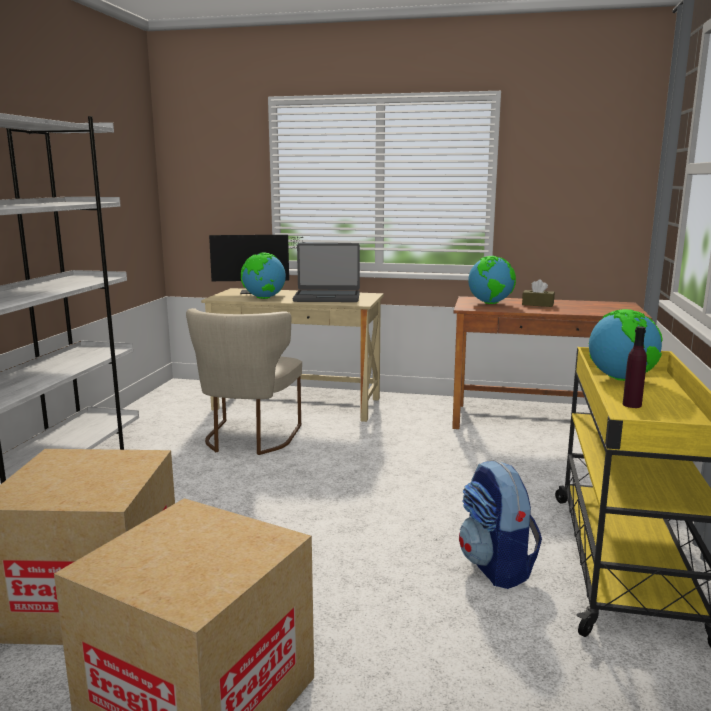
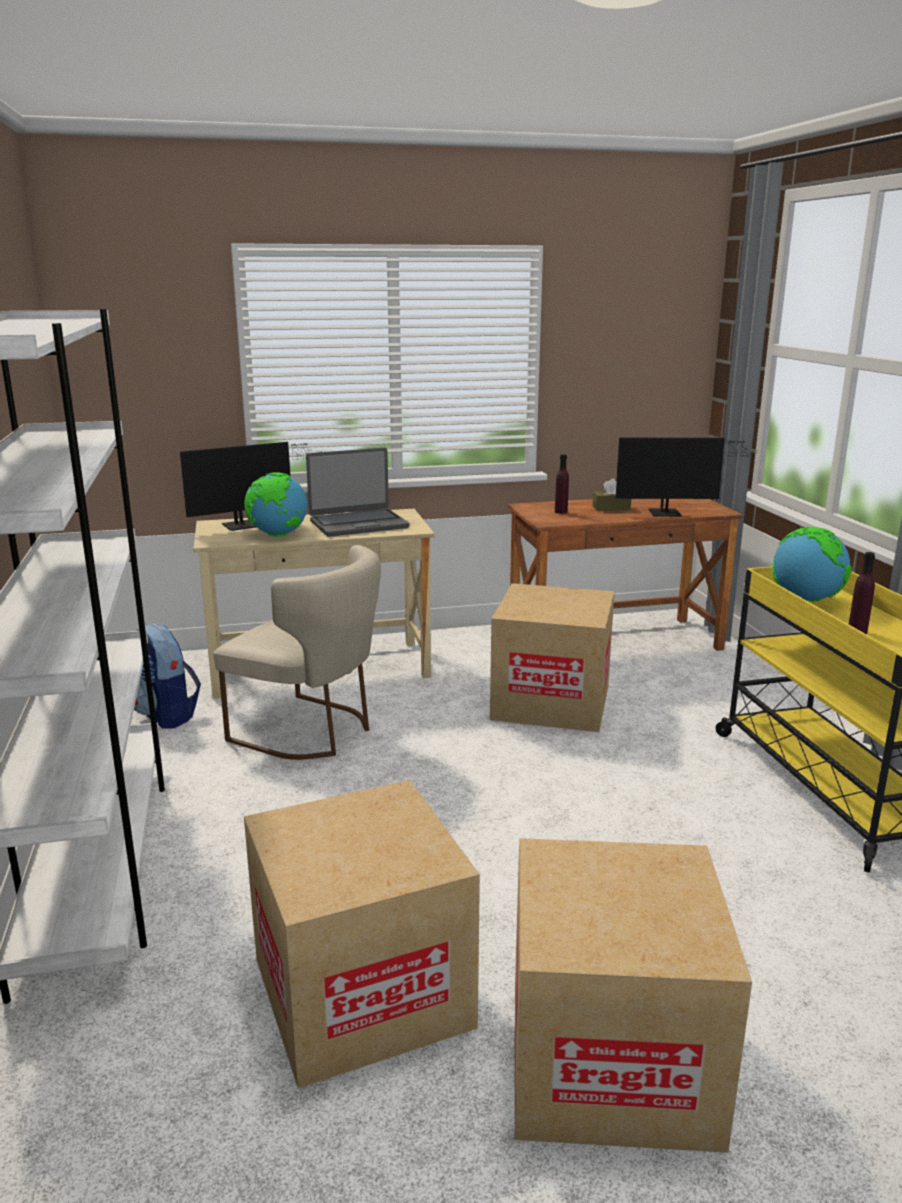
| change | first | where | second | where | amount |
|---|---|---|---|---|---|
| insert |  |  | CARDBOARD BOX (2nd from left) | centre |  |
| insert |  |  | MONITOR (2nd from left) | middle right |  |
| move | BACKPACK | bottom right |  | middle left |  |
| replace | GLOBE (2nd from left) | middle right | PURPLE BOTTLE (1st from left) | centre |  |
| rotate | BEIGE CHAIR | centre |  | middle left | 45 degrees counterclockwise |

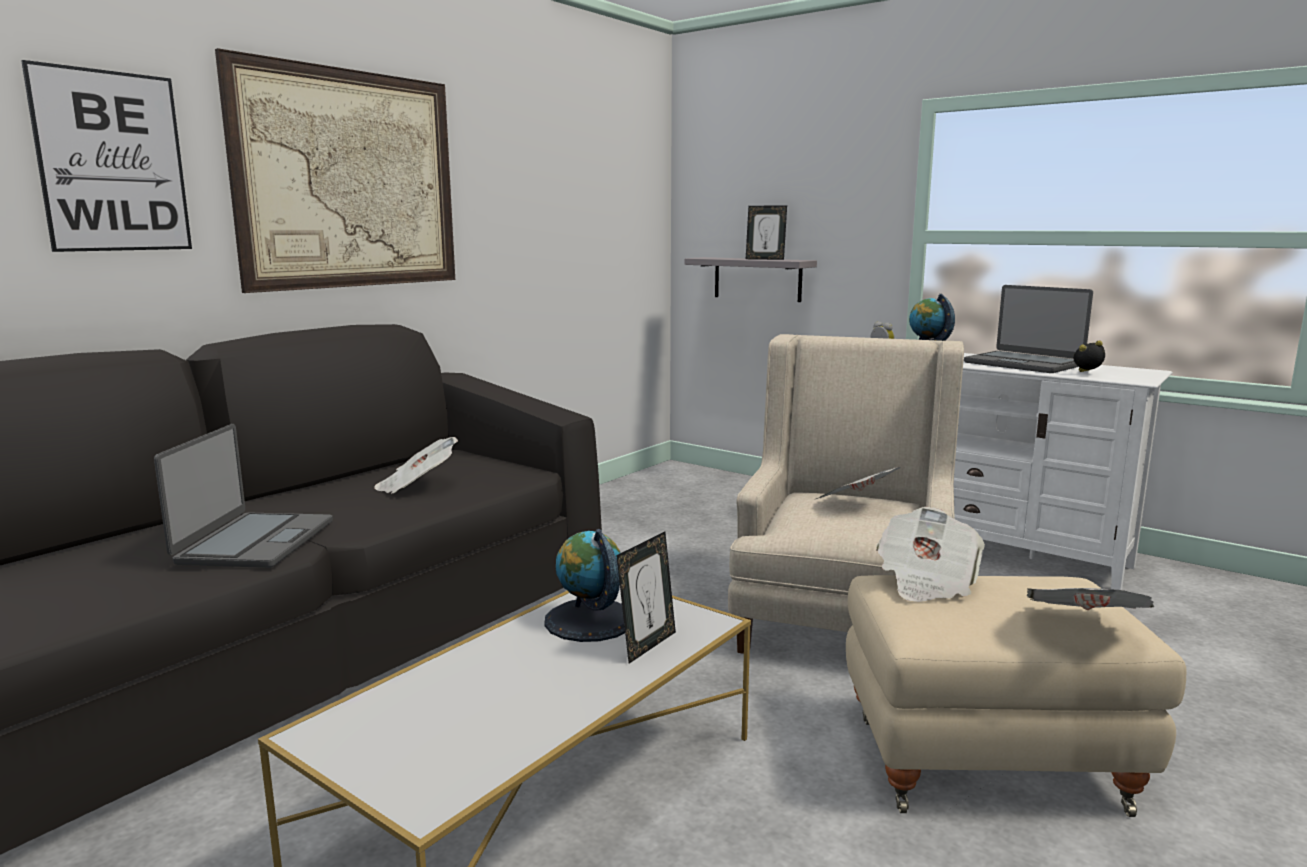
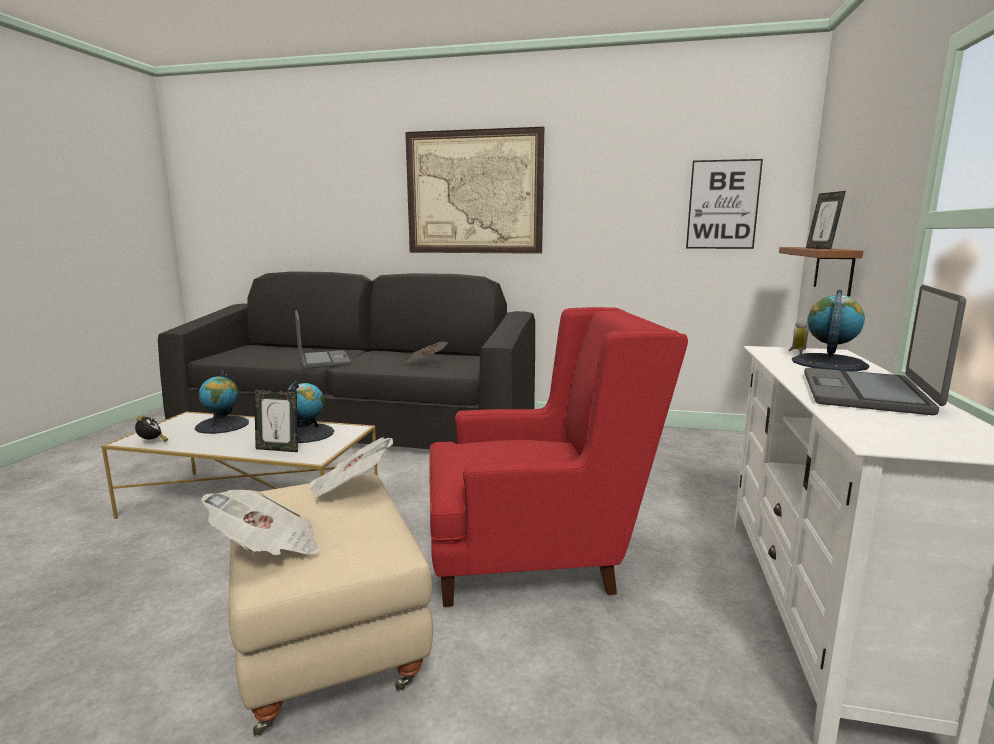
| change | first | where | second | where | amount |
|---|---|---|---|---|---|
| delete | NEWSPAPER (2nd from left) | centre |  |  |  |
| insert |  |  | GLOBE (1st from left) | middle left |  |
| move | PICTURE (1st from left in the first image) | top left | PICTURE (2nd from left) | top right |  |
| move | ALARM CLOCK (2nd from left in the first image) | middle right | ALARM CLOCK (1st from left) | middle left |  |
| recolor | GREY SHELF | top centre | BROWN SHELF | middle right |  |
| recolor | BEIGE ARMCHAIR | centre | RED ARMCHAIR | centre |  |
| rotate | LAPTOP (1st from left) | middle left |  | middle left | 90 degrees counterclockwise |

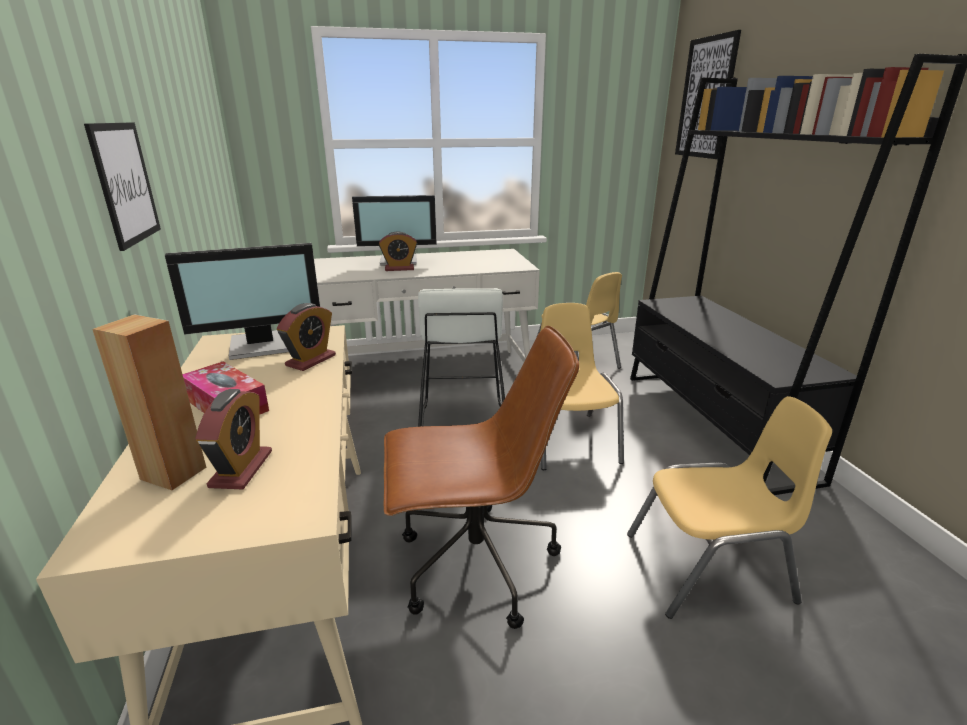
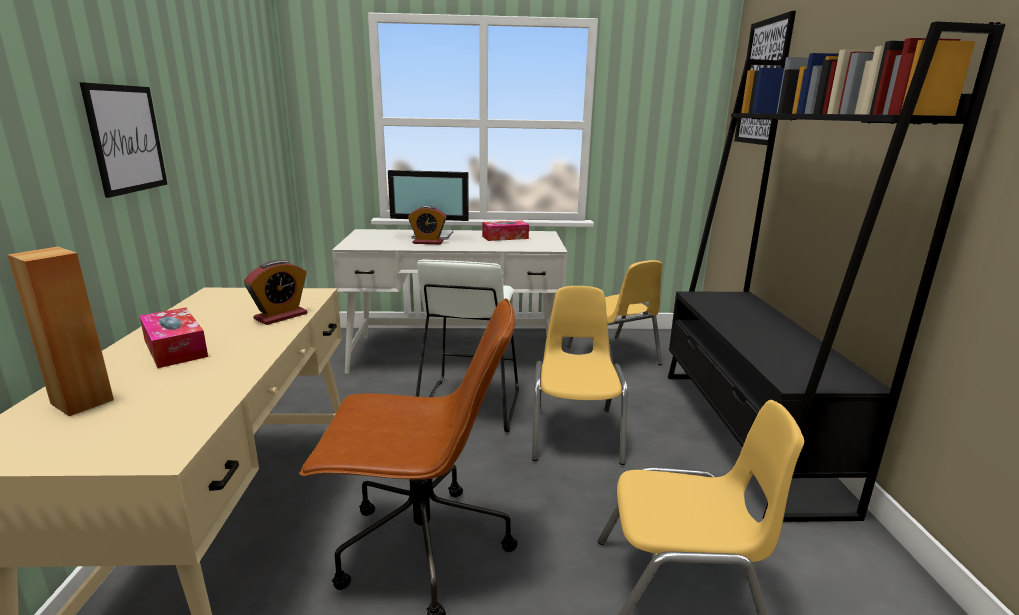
| change | first | where | second | where | amount |
|---|---|---|---|---|---|
| delete | MONITOR (1st from left) | middle left |  |  |  |
| delete | ALARM CLOCK (1st from left) | middle left |  |  |  |
| insert |  |  | TISSUE BOX (2nd from left) | centre |  |

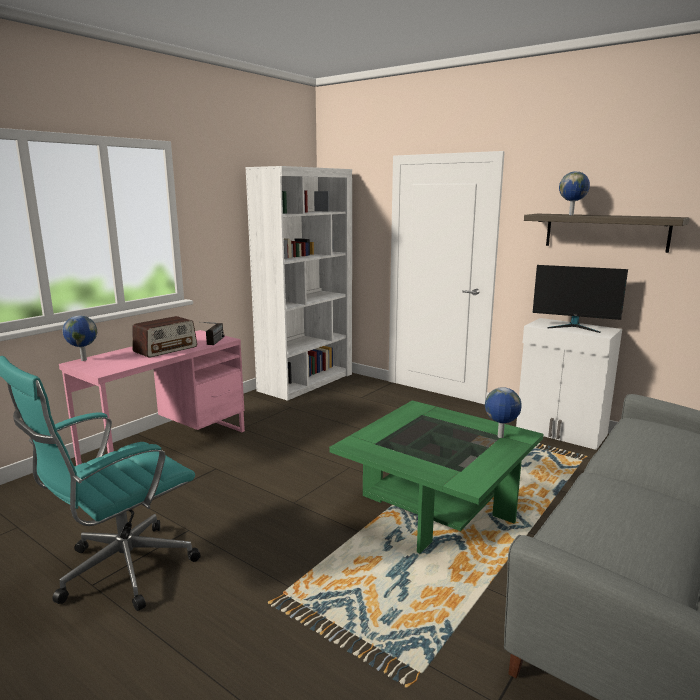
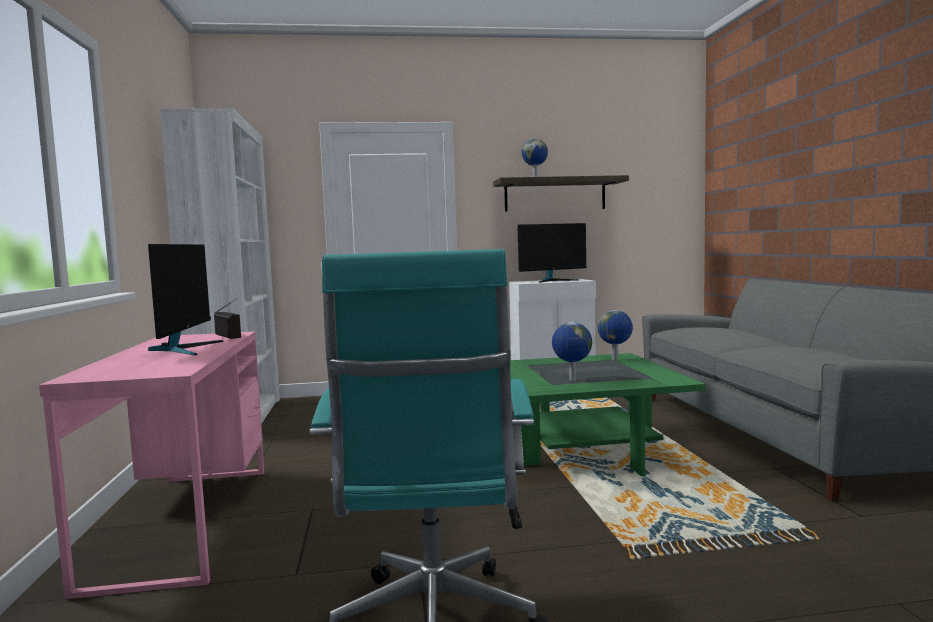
| change | first | where | second | where | amount |
|---|---|---|---|---|---|
| move | GLOBE (1st from left in the first image) | middle left | GLOBE (2nd from left) | centre |  |
| replace | RADIO (1st from left) | middle left | MONITOR (1st from left) | middle left |  |

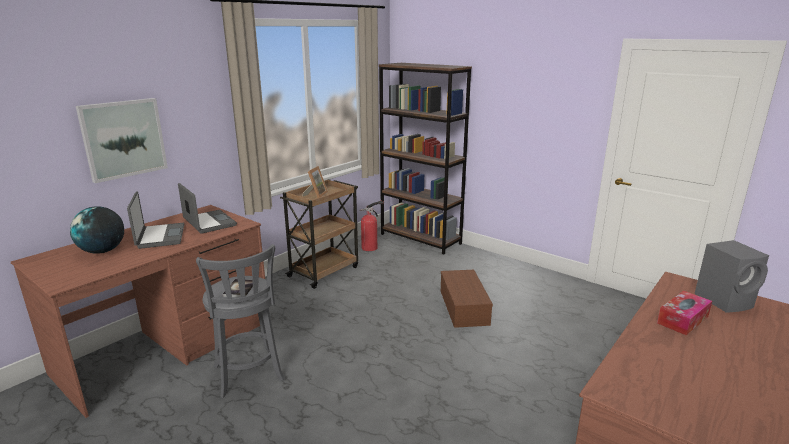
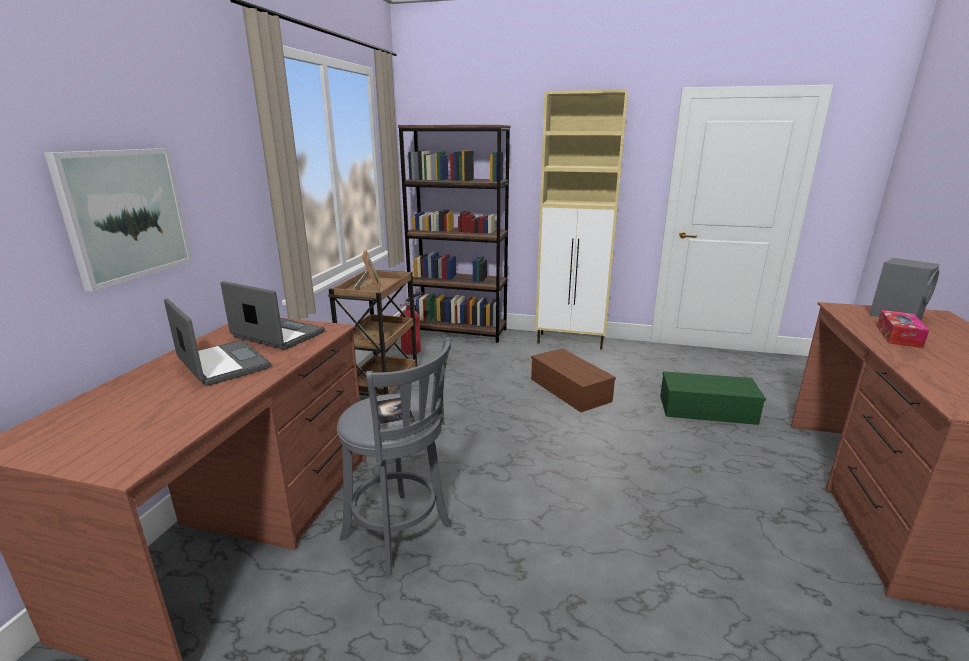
| change | first | where | second | where | amount |
|---|---|---|---|---|---|
| delete | GLOBE | middle left |  |  |  |
| insert |  |  | BEIGE CABINET | top centre |  |
| insert |  |  | GREEN STORAGE BOX | middle right |  |

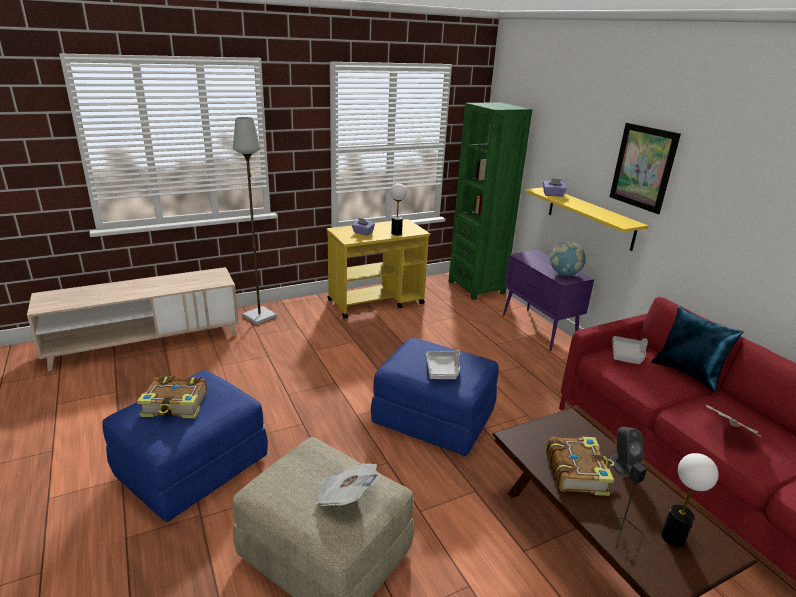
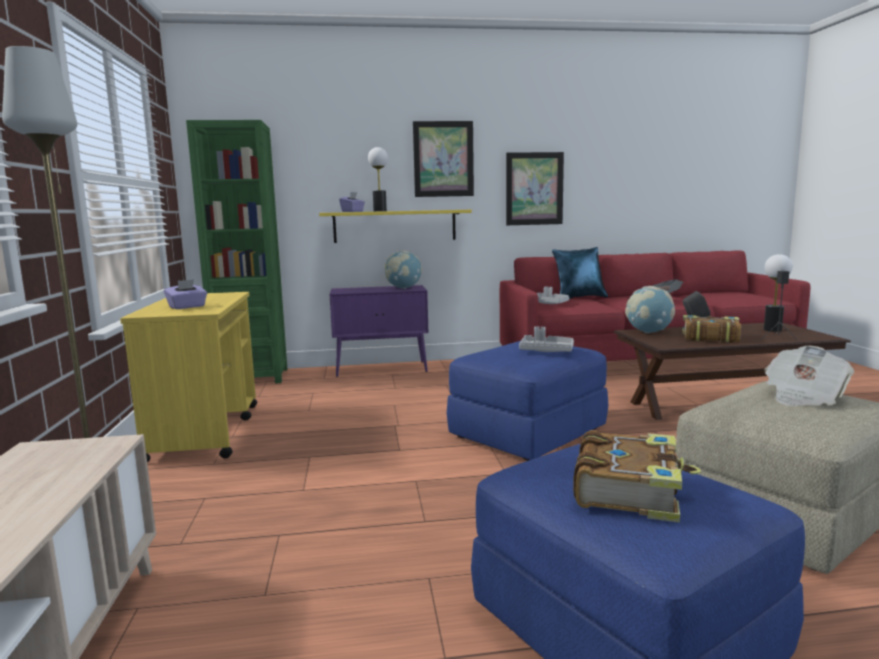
| change | first | where | second | where | amount |
|---|---|---|---|---|---|
| insert |  |  | PICTURE (2nd from left) | top centre |  |
| insert |  |  | GLOBE (2nd from left) | middle right |  |
| move | TABLE LAMP (1st from left) | centre |  | top centre |  |

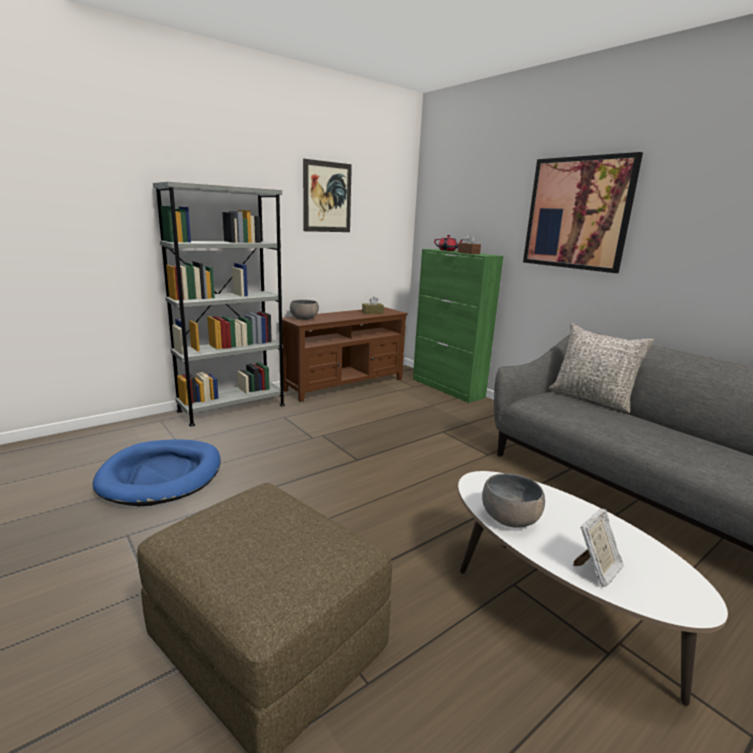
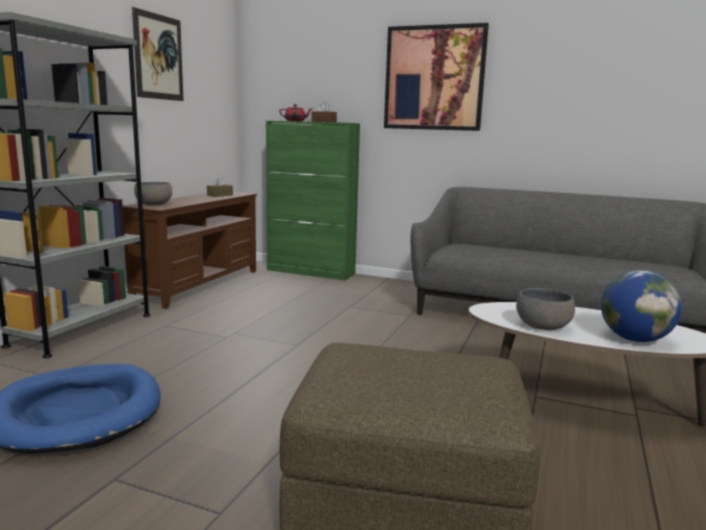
| change | first | where | second | where | amount |
|---|---|---|---|---|---|
| delete | GREY PILLOW | middle right |  |  |  |
| replace | PICTURE FRAME | bottom right | GLOBE | middle right |  |

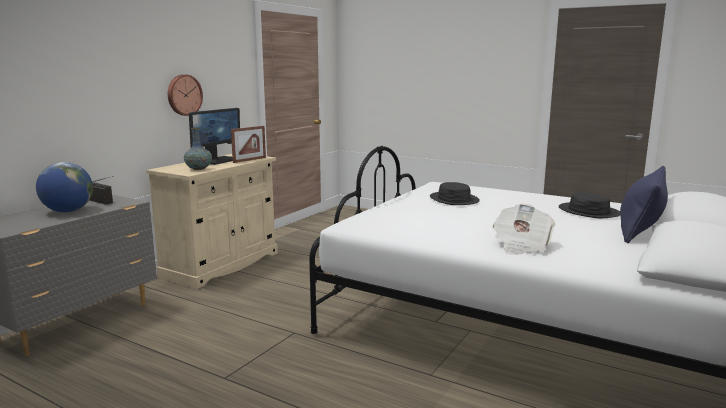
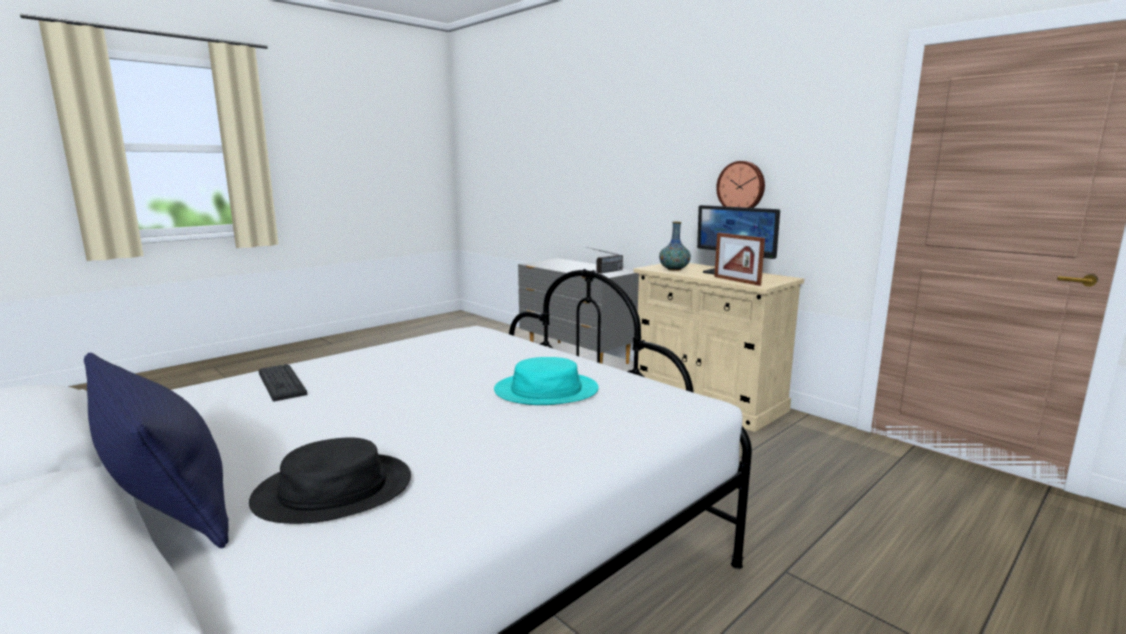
| change | first | where | second | where | amount |
|---|---|---|---|---|---|
| delete | GLOBE | middle left |  |  |  |
| replace | NEWSPAPER | middle right | KEYBOARD | middle left |  |
| recolor | BLACK HAT (1st from left) | centre | TURQUOISE HAT | centre |  |

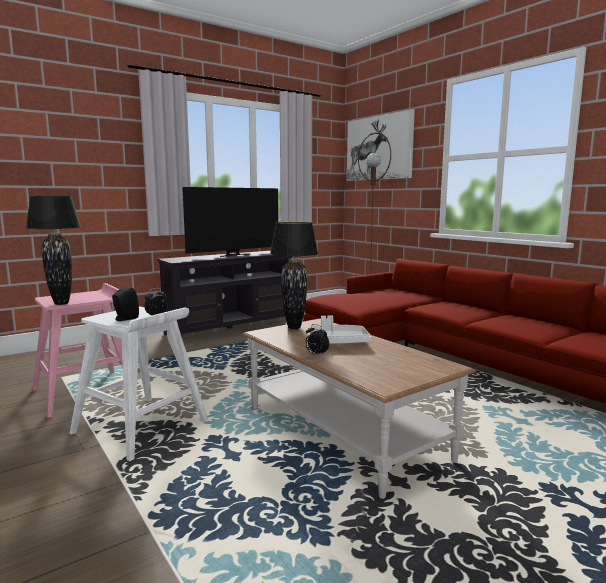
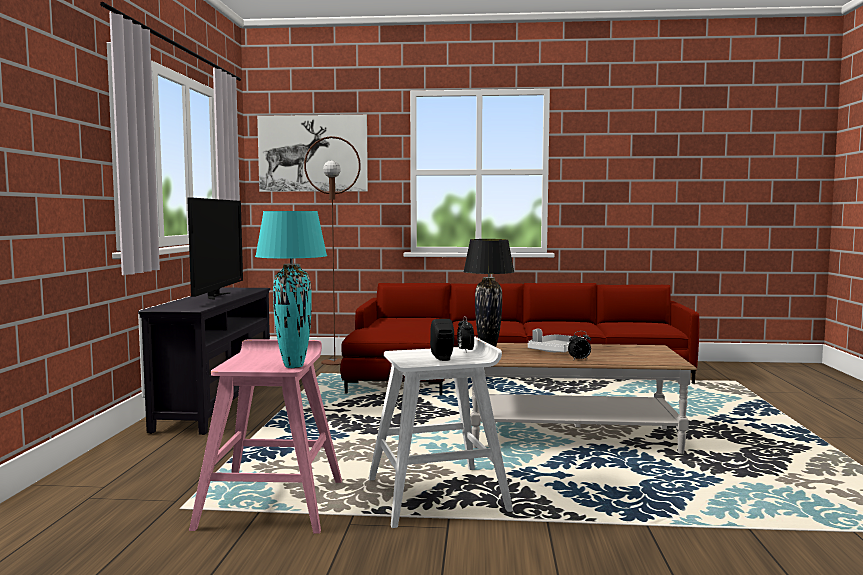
| change | first | where | second | where | amount |
|---|---|---|---|---|---|
| recolor | BLACK TABLE LAMP (1st from left) | middle left | TURQUOISE TABLE LAMP | centre |  |

